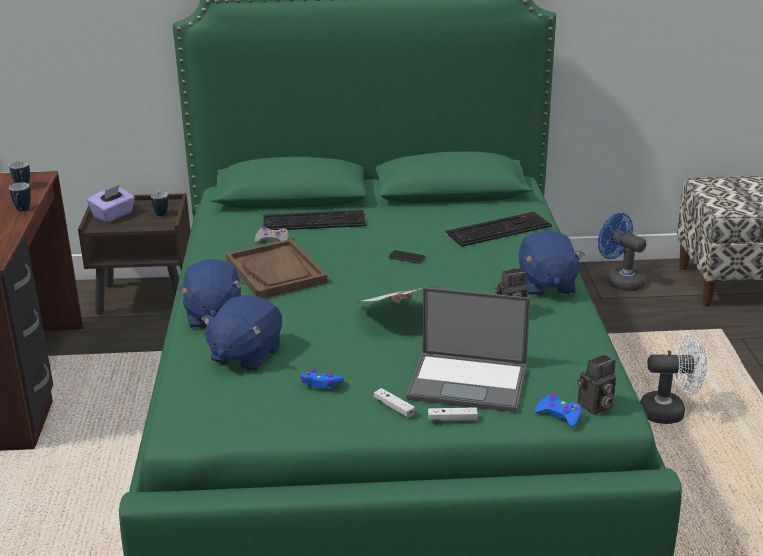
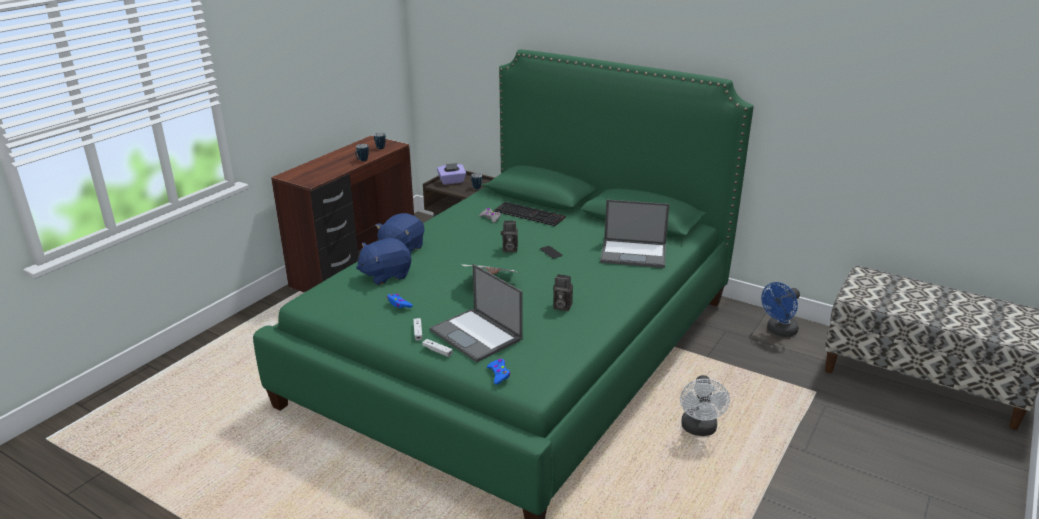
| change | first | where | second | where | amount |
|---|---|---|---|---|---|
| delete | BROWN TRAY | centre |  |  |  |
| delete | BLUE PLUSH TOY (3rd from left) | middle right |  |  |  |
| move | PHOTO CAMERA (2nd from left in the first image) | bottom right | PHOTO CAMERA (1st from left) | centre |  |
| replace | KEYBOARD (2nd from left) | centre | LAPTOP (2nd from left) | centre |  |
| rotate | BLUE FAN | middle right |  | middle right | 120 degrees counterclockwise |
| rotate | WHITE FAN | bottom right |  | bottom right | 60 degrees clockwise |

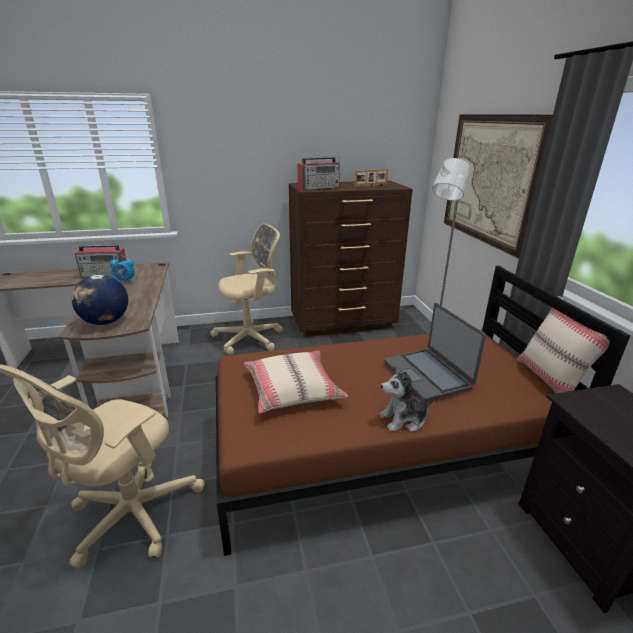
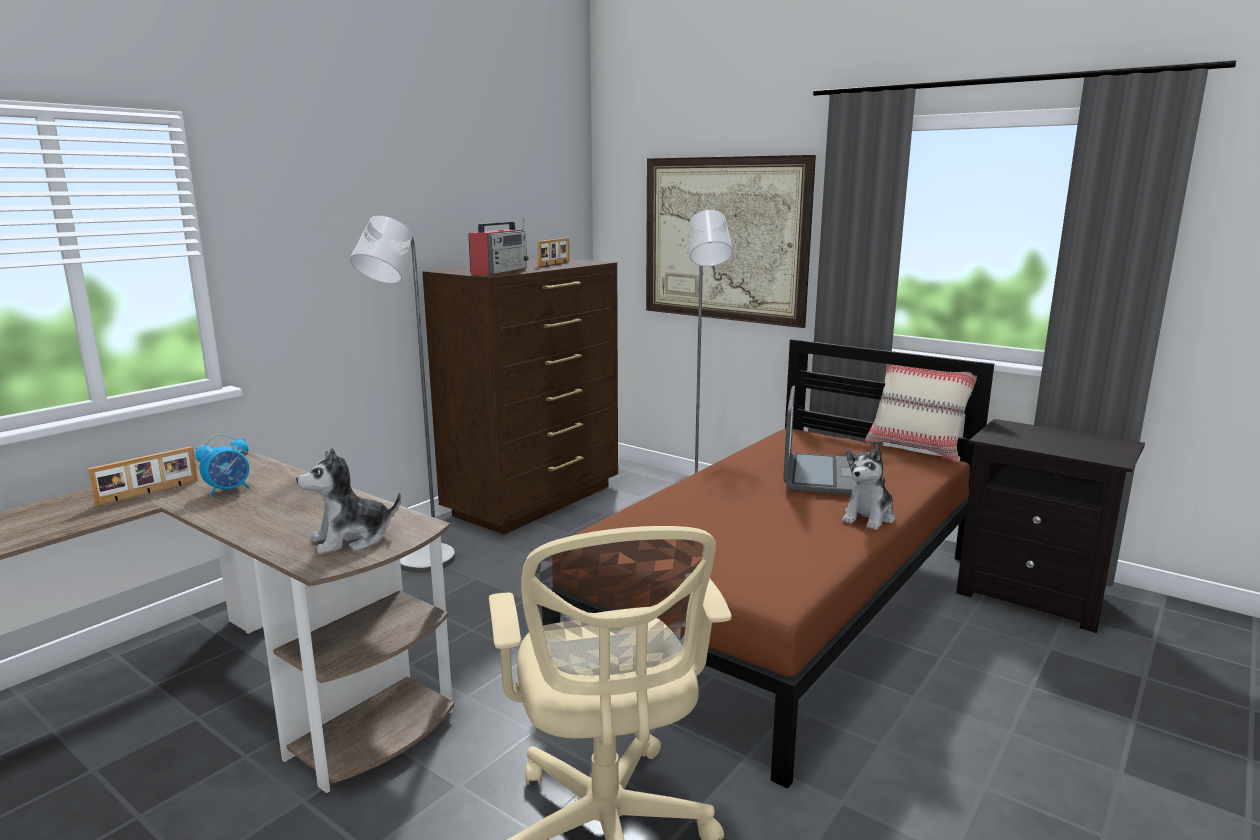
| change | first | where | second | where | amount |
|---|---|---|---|---|---|
| delete | BEIGE PILLOW (1st from left) | centre |  |  |  |
| replace | GLOBE | middle left | PLUSH TOY (1st from left) | middle left |  |
| replace | RADIO (1st from left) | middle left | PICTURE FRAME (1st from left) | middle left |  |
| replace | BEIGE OFFICE CHAIR (2nd from left) | centre | GREY FLOOR LAMP (1st from left) | middle left |  |
| rotate | LAPTOP | middle right |  | centre | 105 degrees counterclockwise |

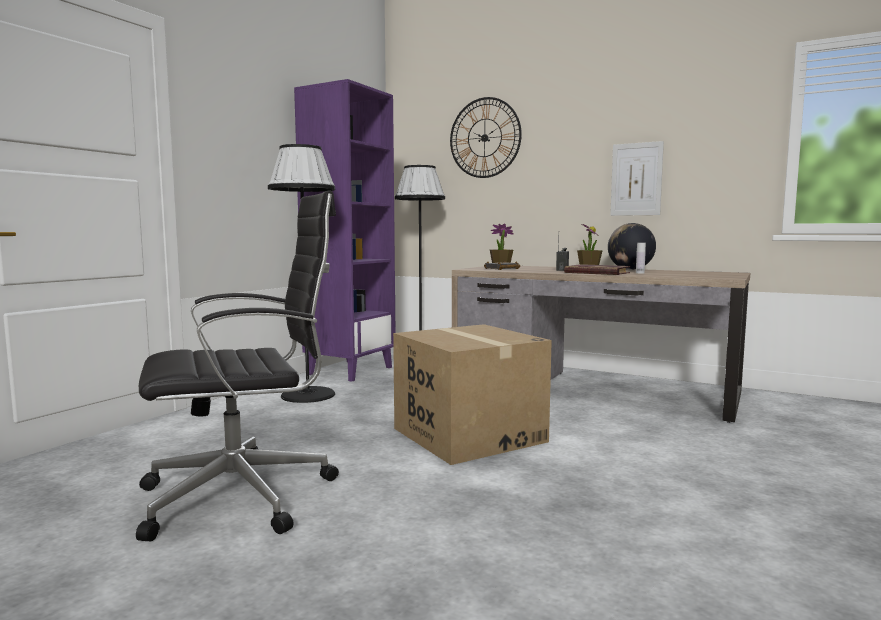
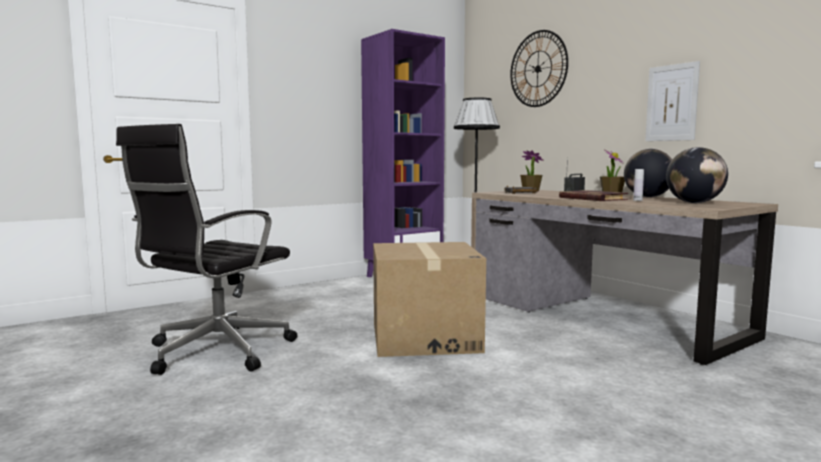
| change | first | where | second | where | amount |
|---|---|---|---|---|---|
| delete | BLACK FLOOR LAMP (1st from left) | centre |  |  |  |
| insert |  |  | GLOBE (2nd from left) | middle right |  |
| rotate | BLACK OFFICE CHAIR | middle left |  | middle left | 120 degrees clockwise |

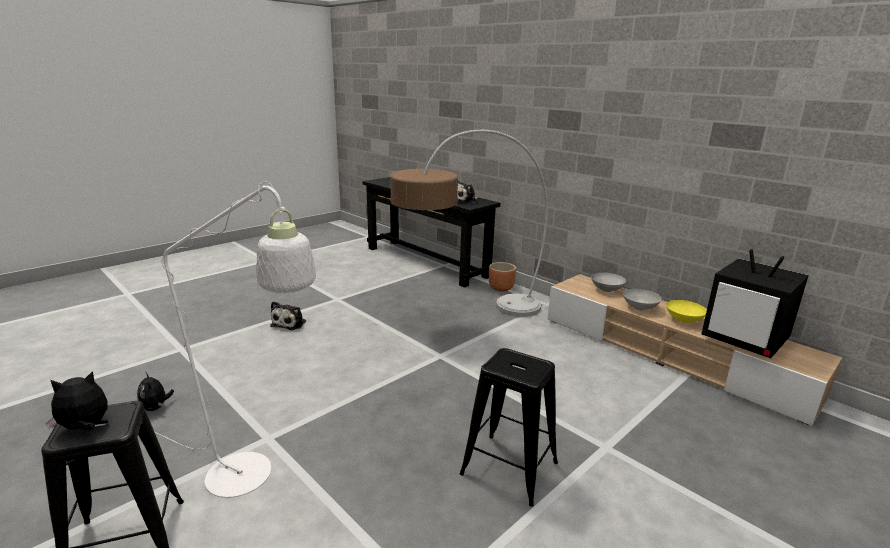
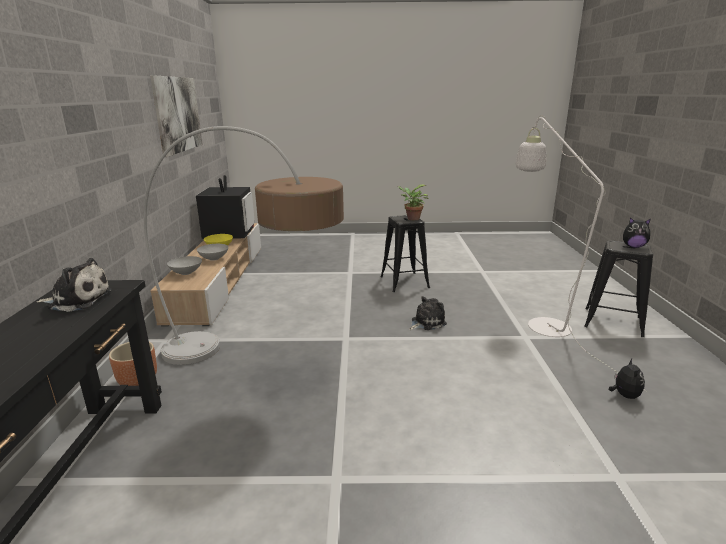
| change | first | where | second | where | amount |
|---|---|---|---|---|---|
| insert |  |  | PICTURE | top left |  |
| insert |  |  | POTTED PLANT | centre |  |
| move | PLUSH TOY (3rd from left in the first image) | middle left | PLUSH TOY (2nd from left) | centre |  |

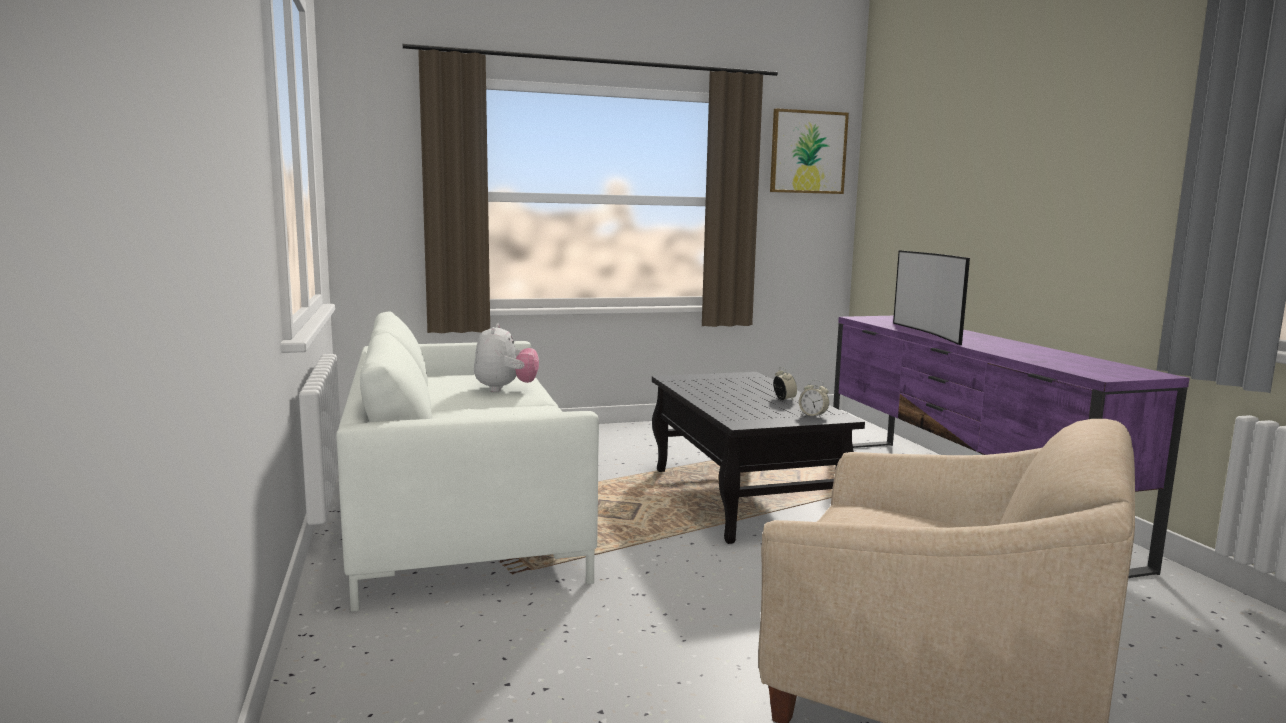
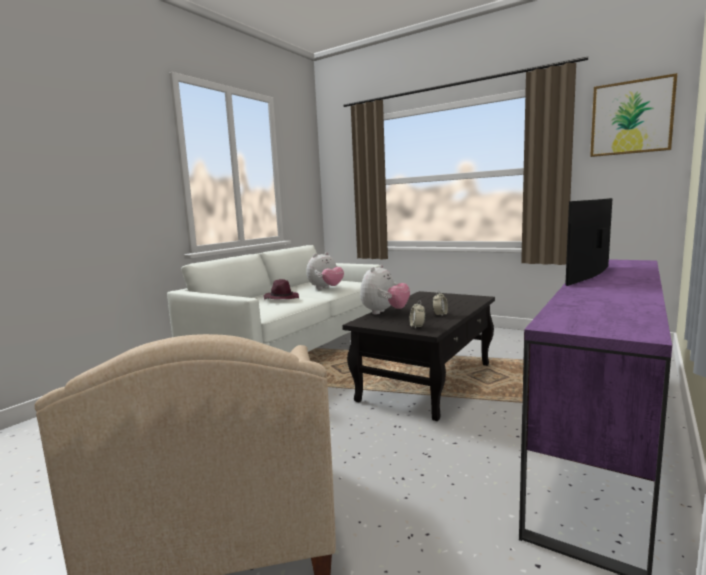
| change | first | where | second | where | amount |
|---|---|---|---|---|---|
| insert |  |  | PURPLE HAT | centre |  |
| insert |  |  | PLUSH TOY (2nd from left) | centre |  |

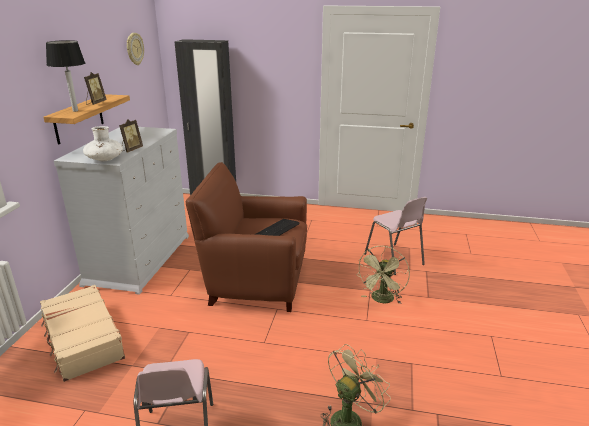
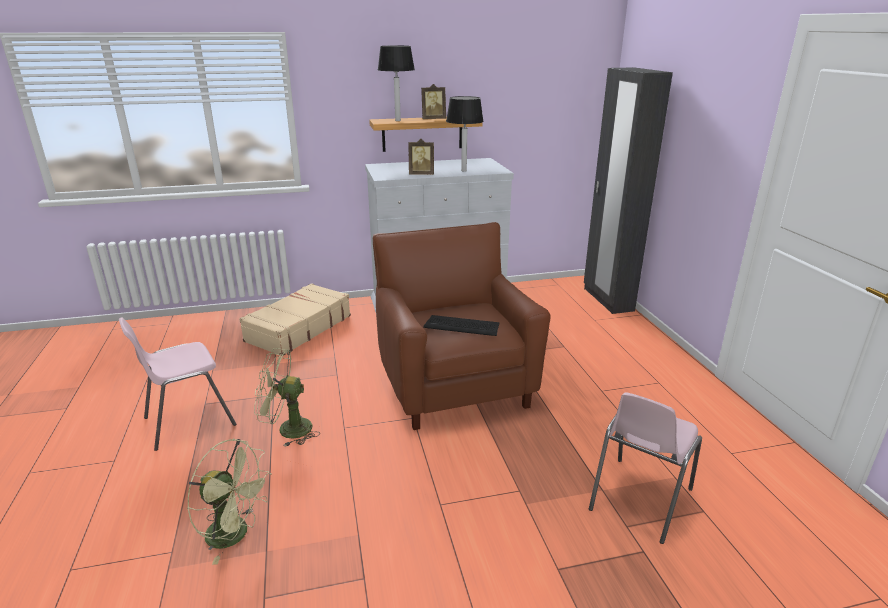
| change | first | where | second | where | amount |
|---|---|---|---|---|---|
| delete | WHITE VASE | middle left |  |  |  |
| delete | WALL CLOCK | top left |  |  |  |
| insert |  |  | TABLE LAMP (2nd from left) | top centre |  |
| move | GREEN FAN (2nd from left) | centre |  | middle left |  |

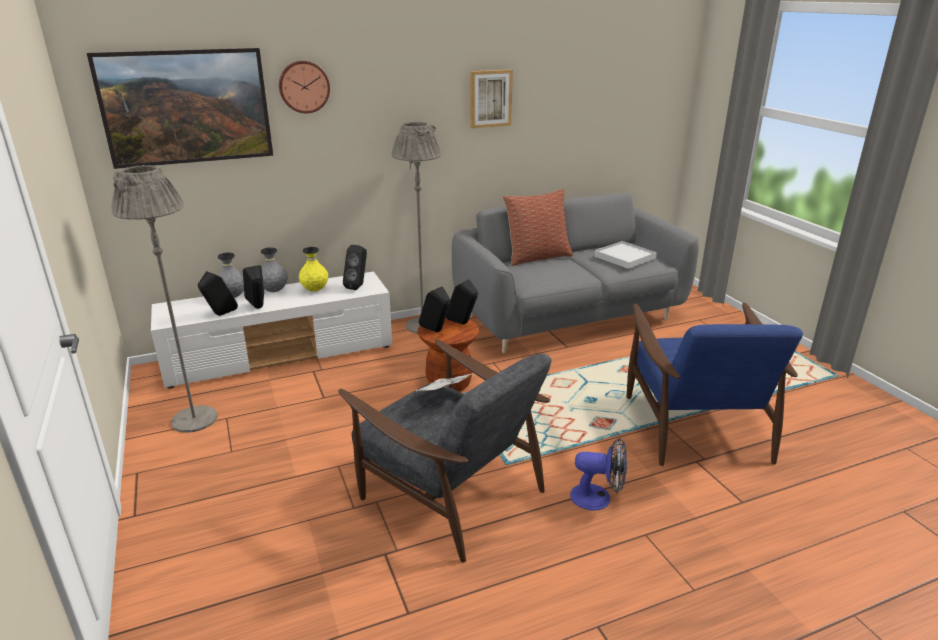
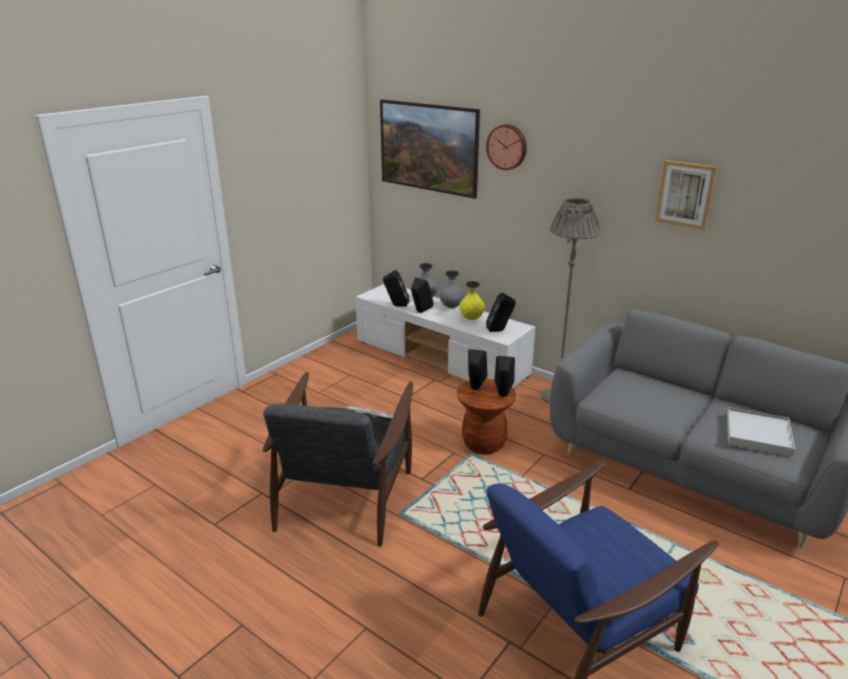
| change | first | where | second | where | amount |
|---|---|---|---|---|---|
| delete | GREY FLOOR LAMP (1st from left) | middle left |  |  |  |
| delete | PILLOW | centre |  |  |  |
| delete | FAN | bottom centre |  |  |  |

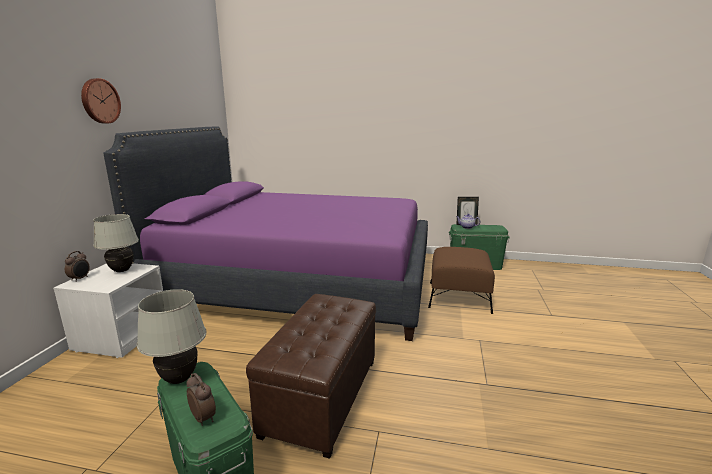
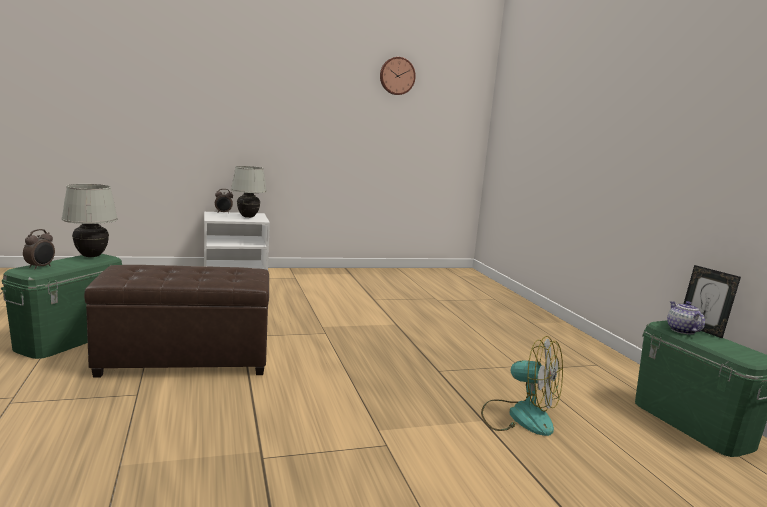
| change | first | where | second | where | amount |
|---|---|---|---|---|---|
| delete | PURPLE BED | centre |  |  |  |
| move | WALL CLOCK | top left |  | top centre |  |
| replace | BROWN OTTOMAN (2nd from left) | centre | FAN | bottom right |  |

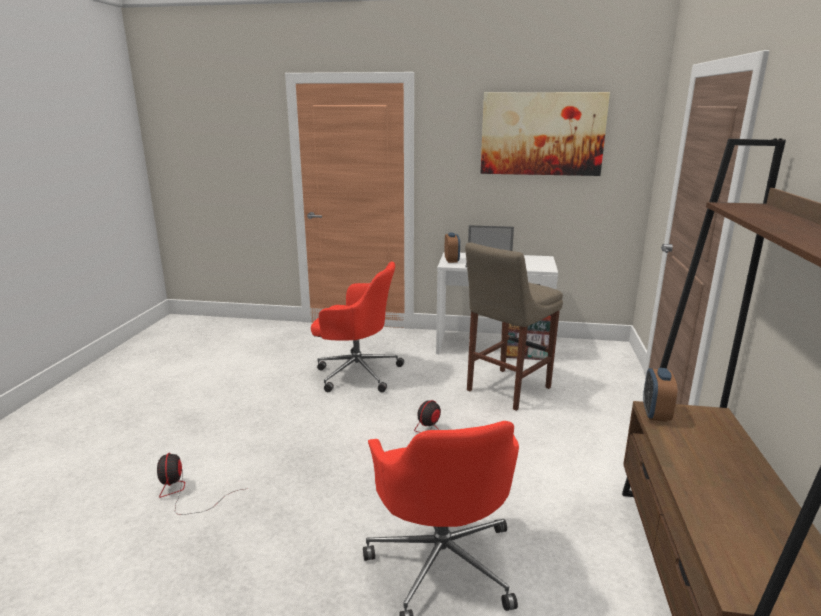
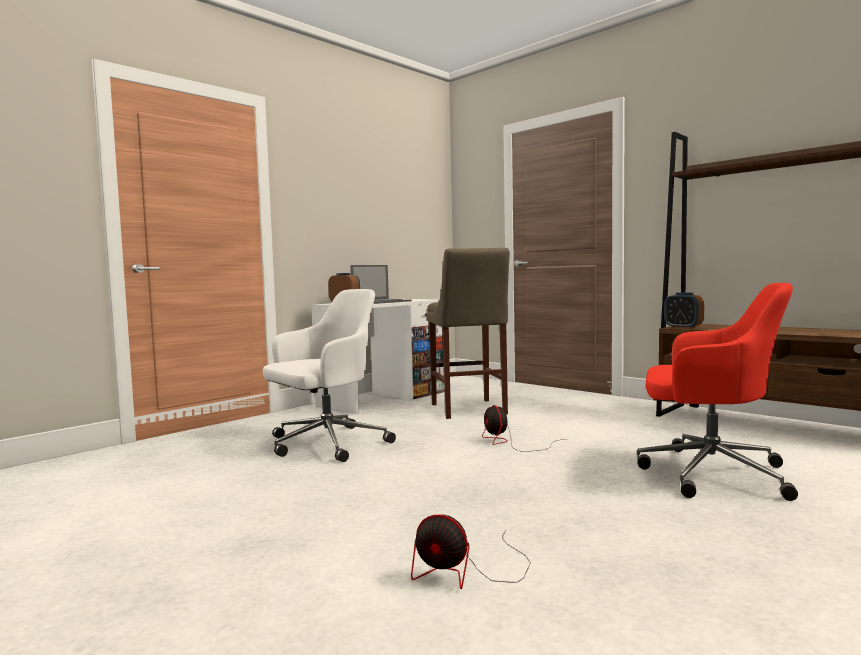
| change | first | where | second | where | amount |
|---|---|---|---|---|---|
| delete | PICTURE | top centre |  |  |  |
| recolor | RED OFFICE CHAIR (1st from left) | centre | WHITE OFFICE CHAIR | centre |  |

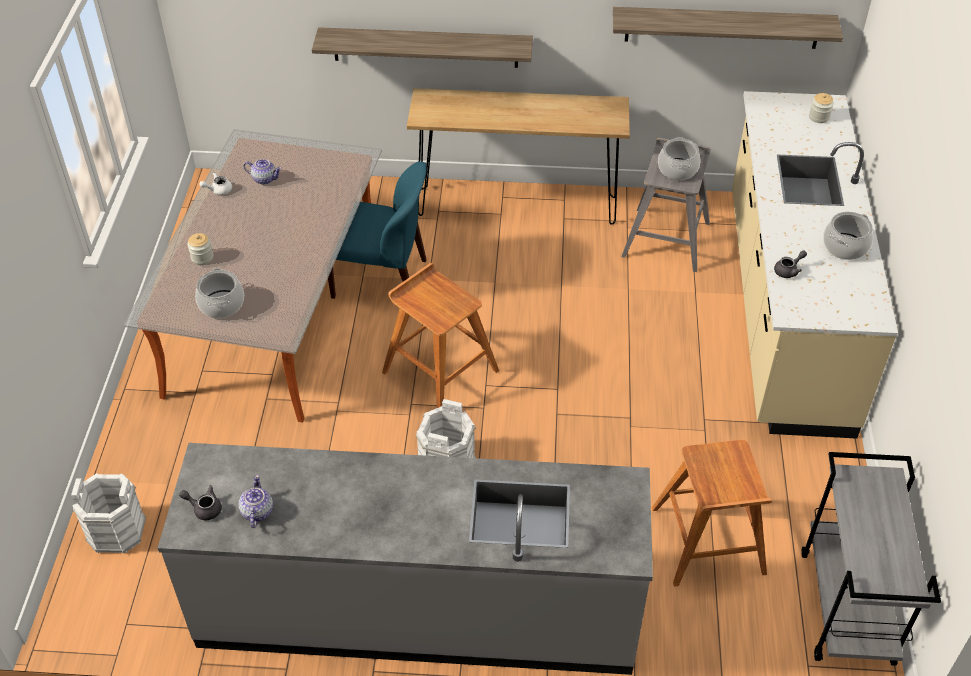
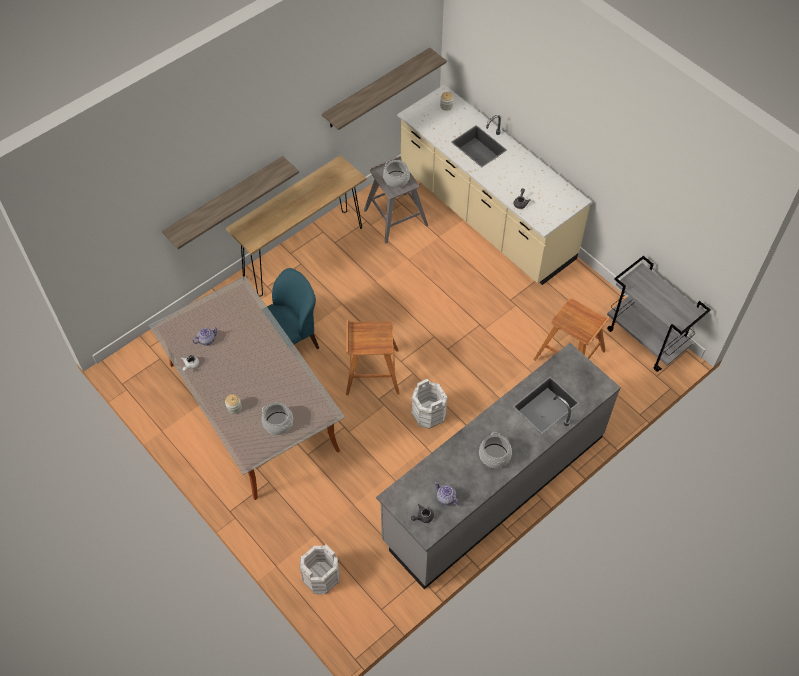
| change | first | where | second | where | amount |
|---|---|---|---|---|---|
| move | COOKING POT (3rd from left) | middle right |  | centre |  |

